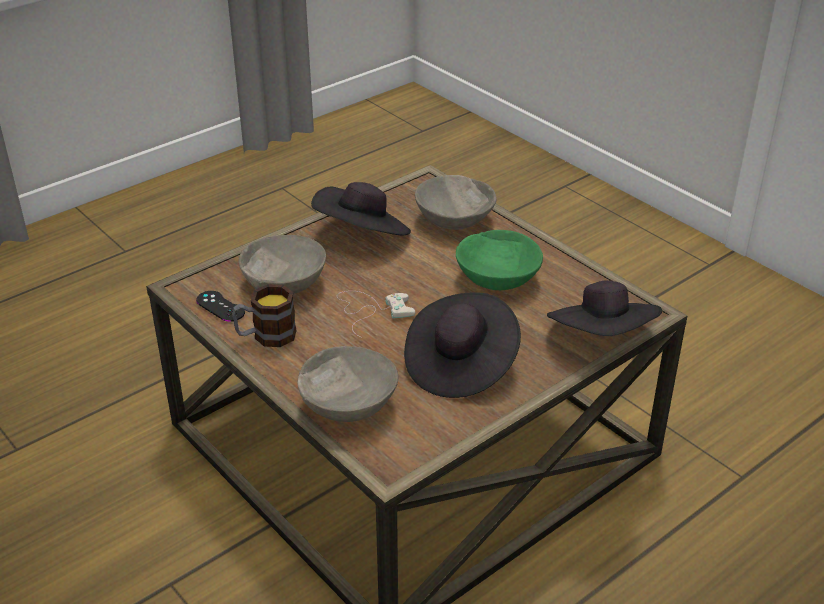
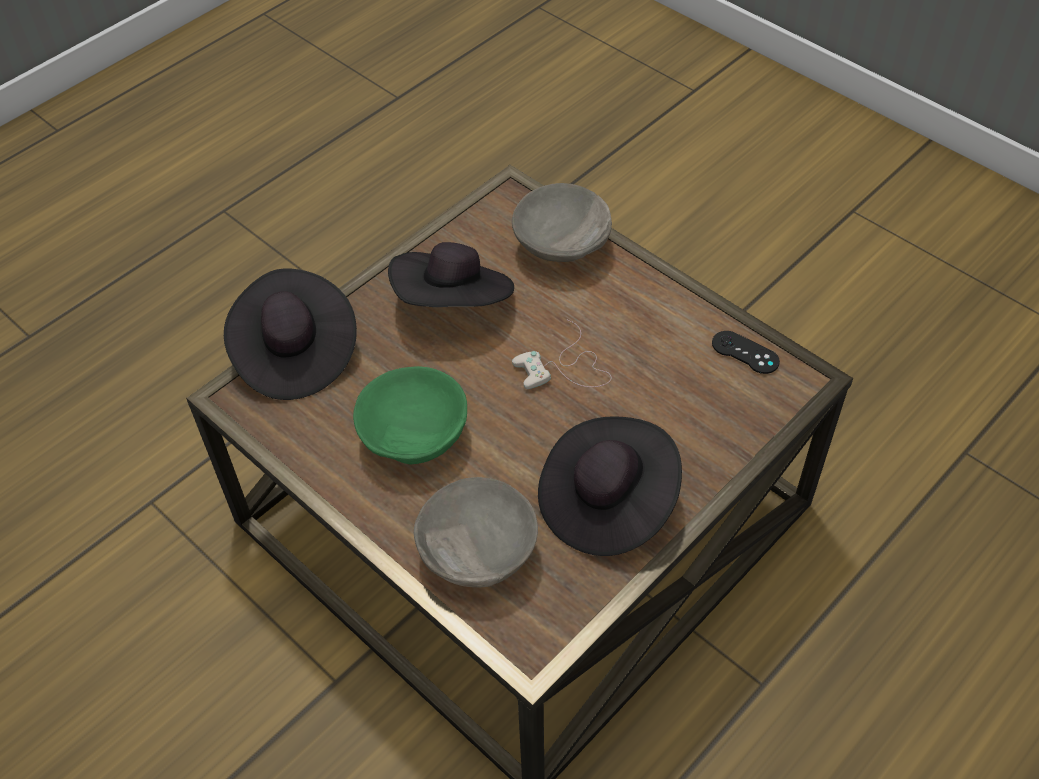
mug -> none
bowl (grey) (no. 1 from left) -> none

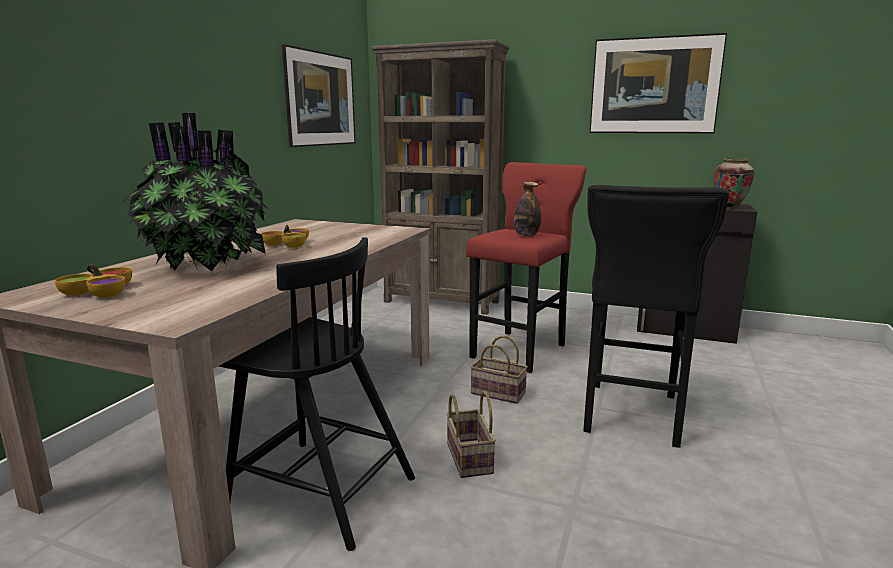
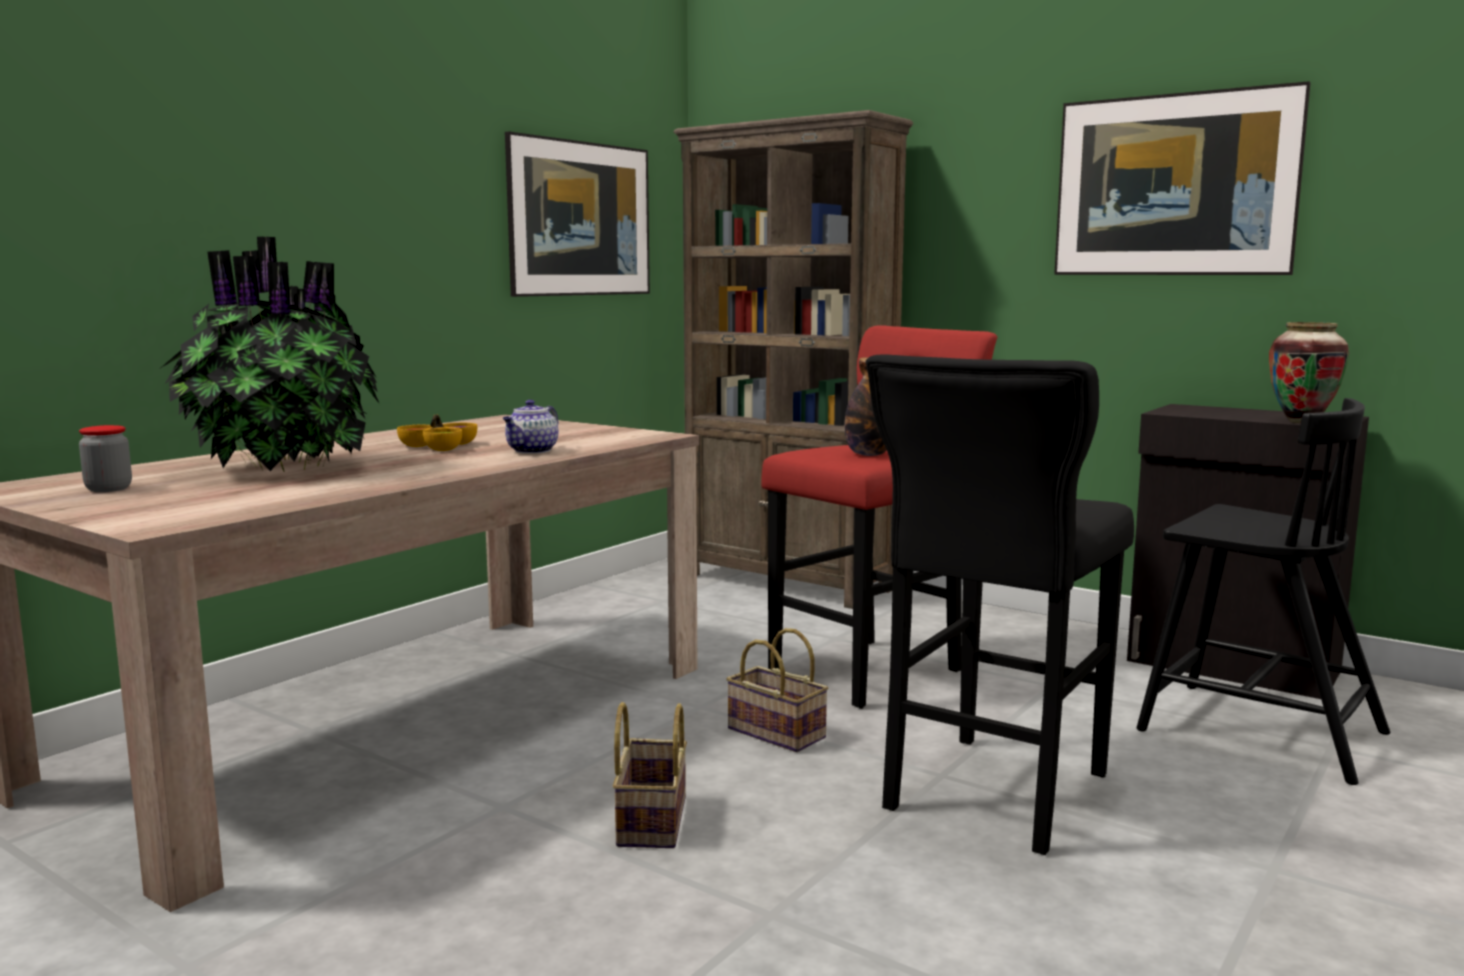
bowl (no. 1 from left) -> jar
none -> teapot
chair (black), relocated

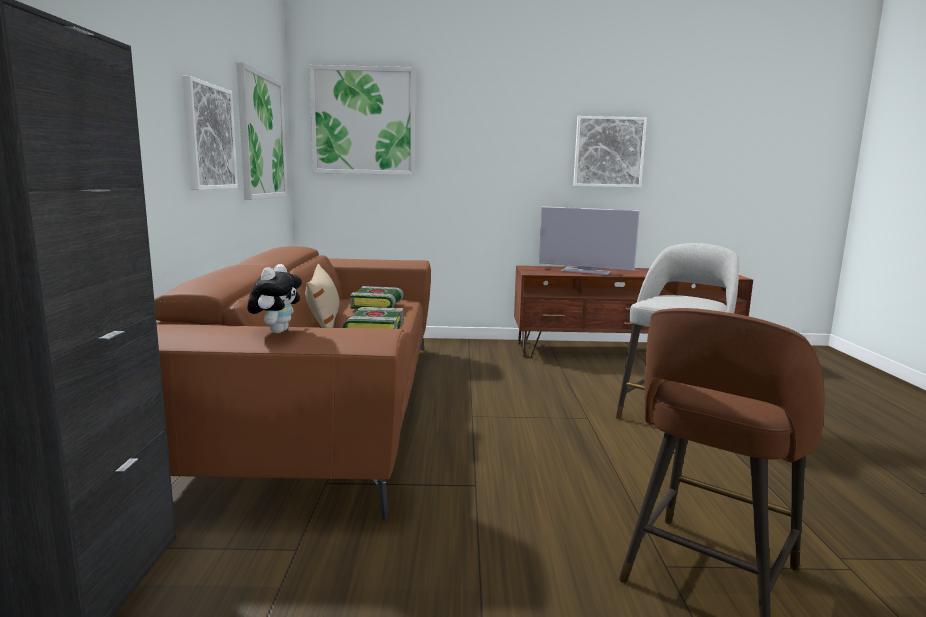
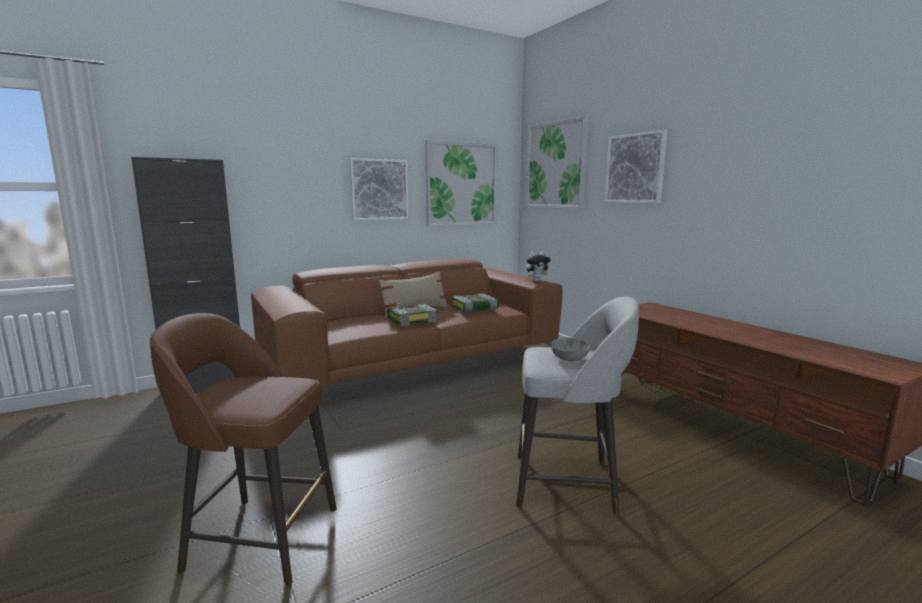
plush toy, relocated
none -> bowl (grey)
picture (no. 4 from left), relocated
television -> none

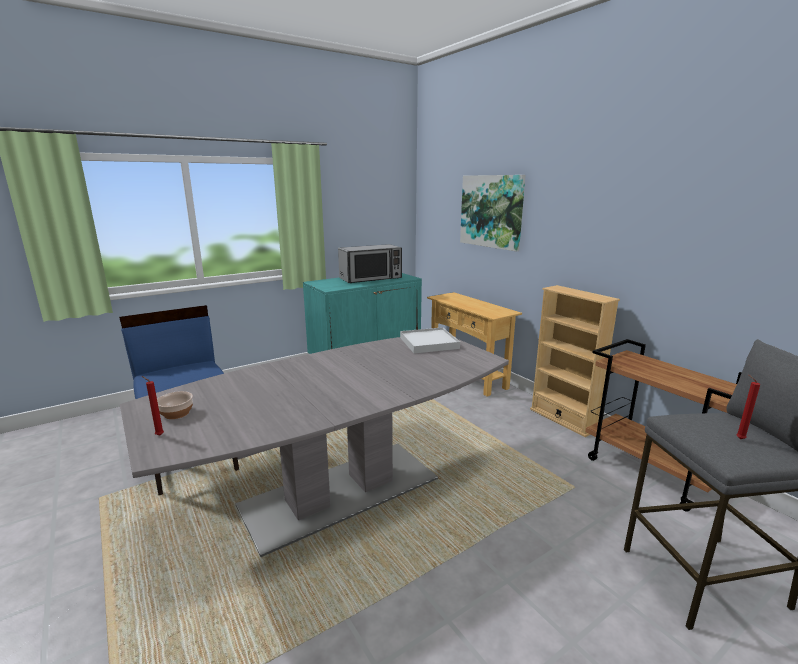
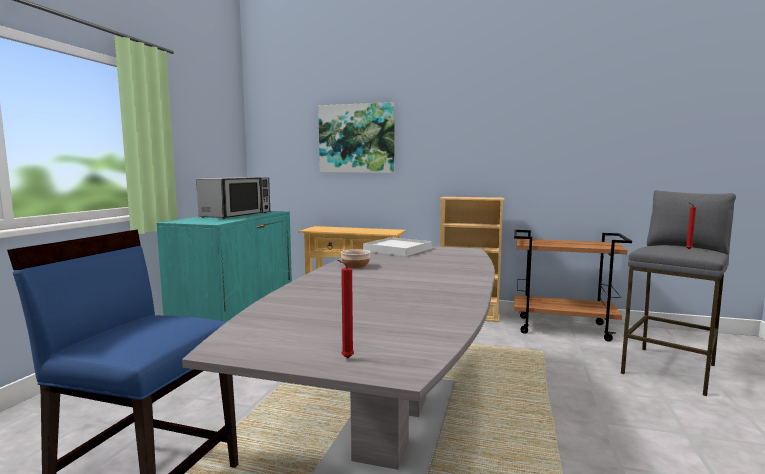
bowl, relocated

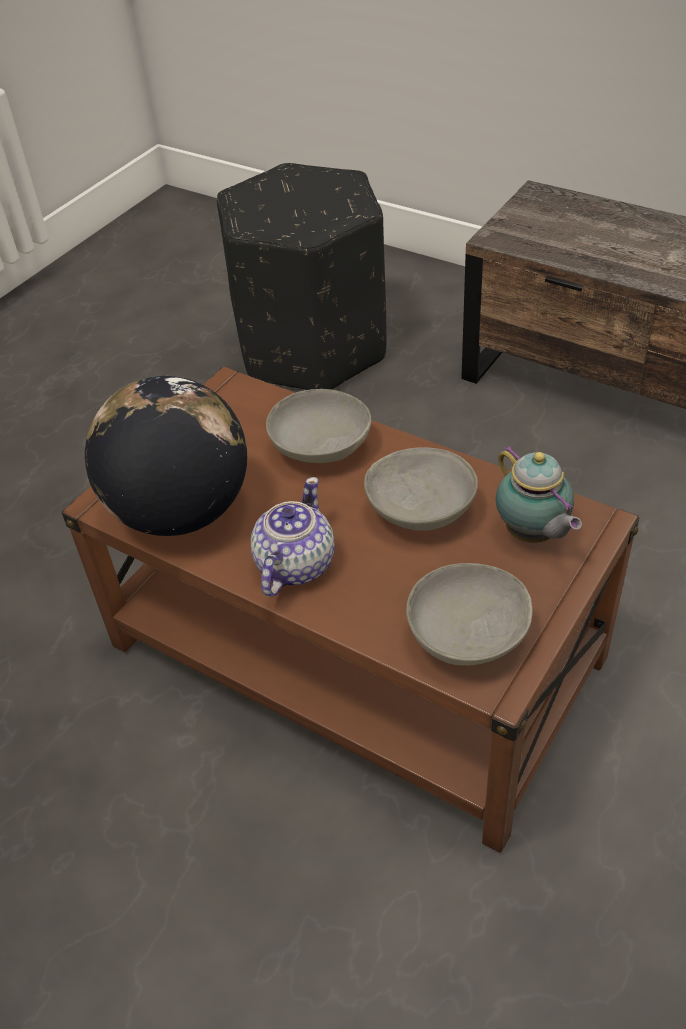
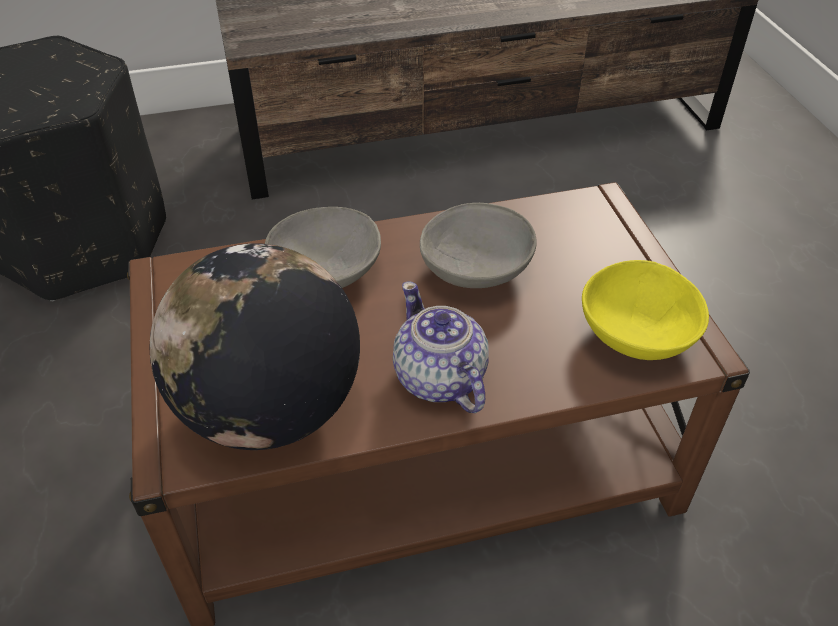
bowl (grey) (no. 3 from left) -> bowl (yellow)
teapot (no. 2 from left) -> none

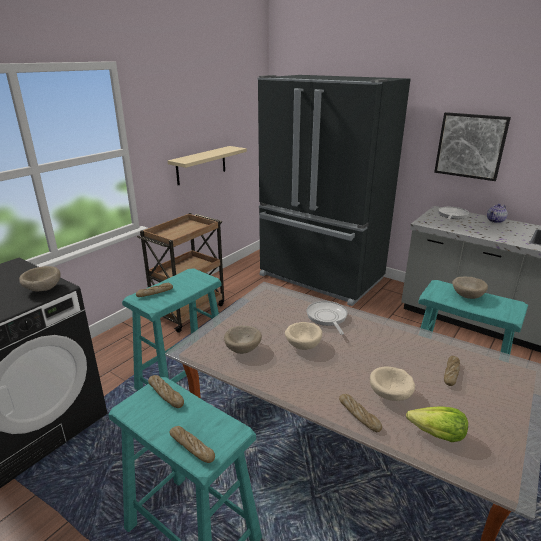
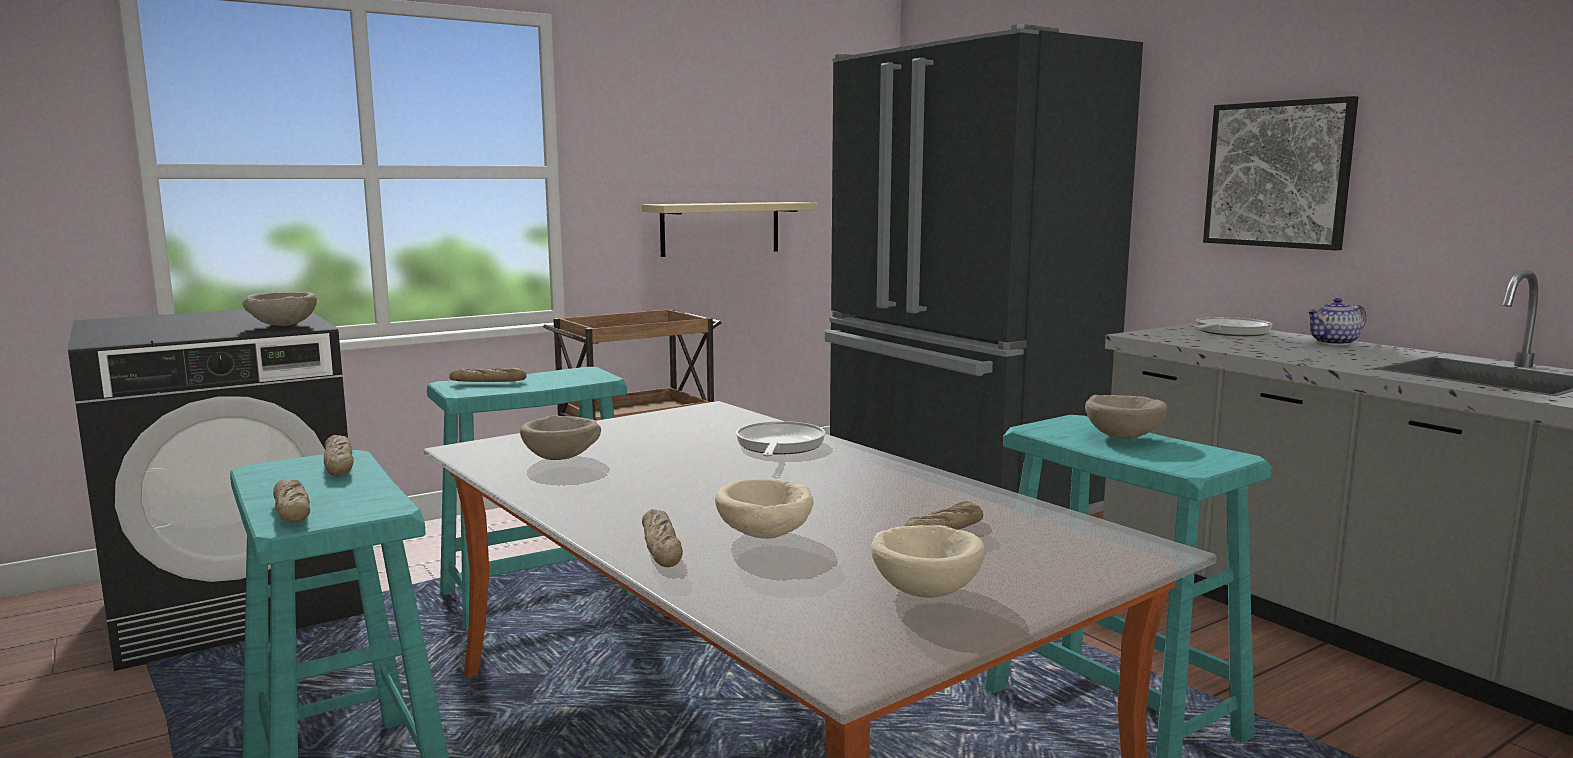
bowl (beige) (no. 3 from left in the first image) -> bowl (beige) (no. 4 from left), relocated
lettuce -> none

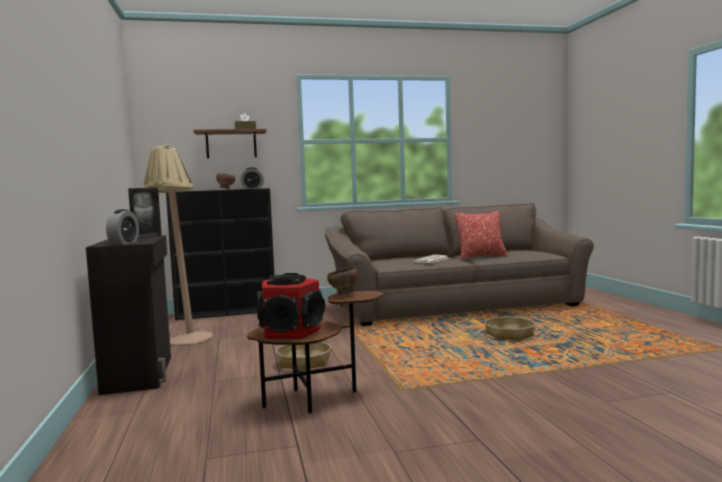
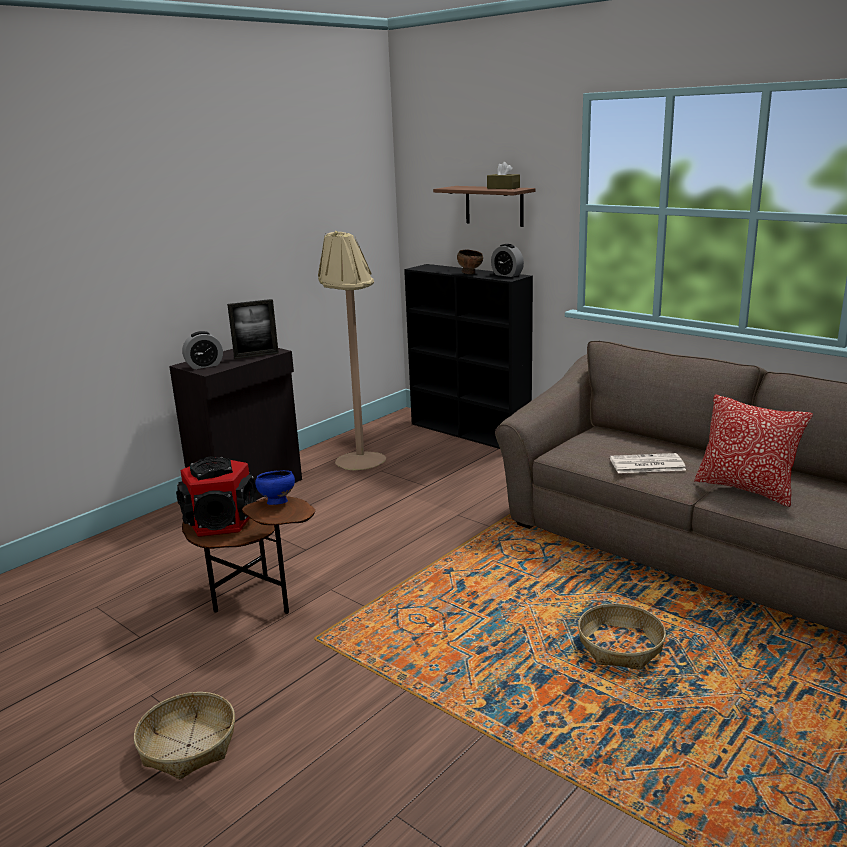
basket (no. 1 from left), relocated
bowl (brown) (no. 2 from left) -> bowl (blue)

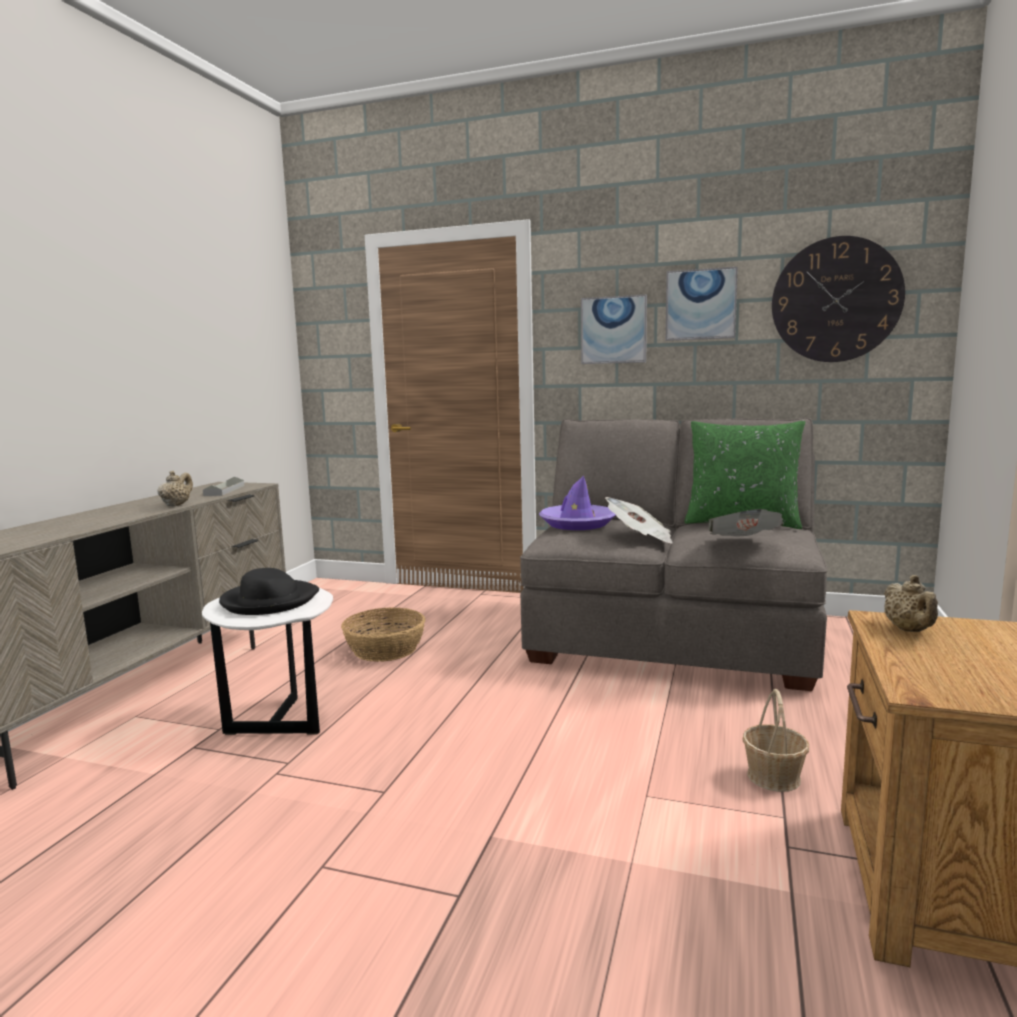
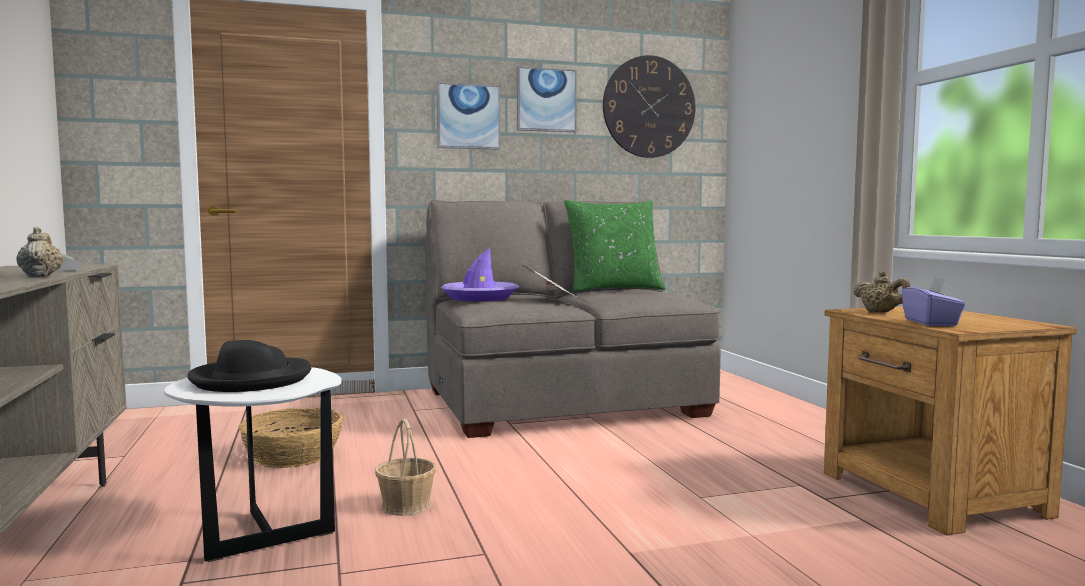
basket (no. 2 from left), relocated
none -> tissue box (purple)
newspaper (no. 2 from left) -> none

